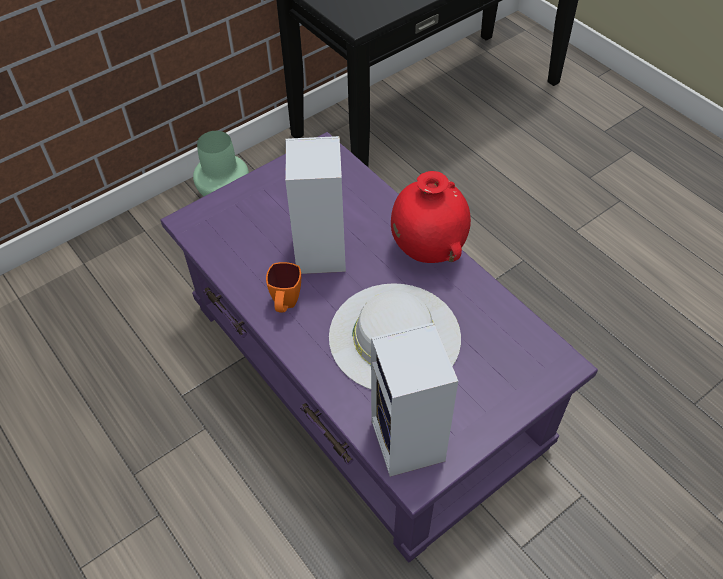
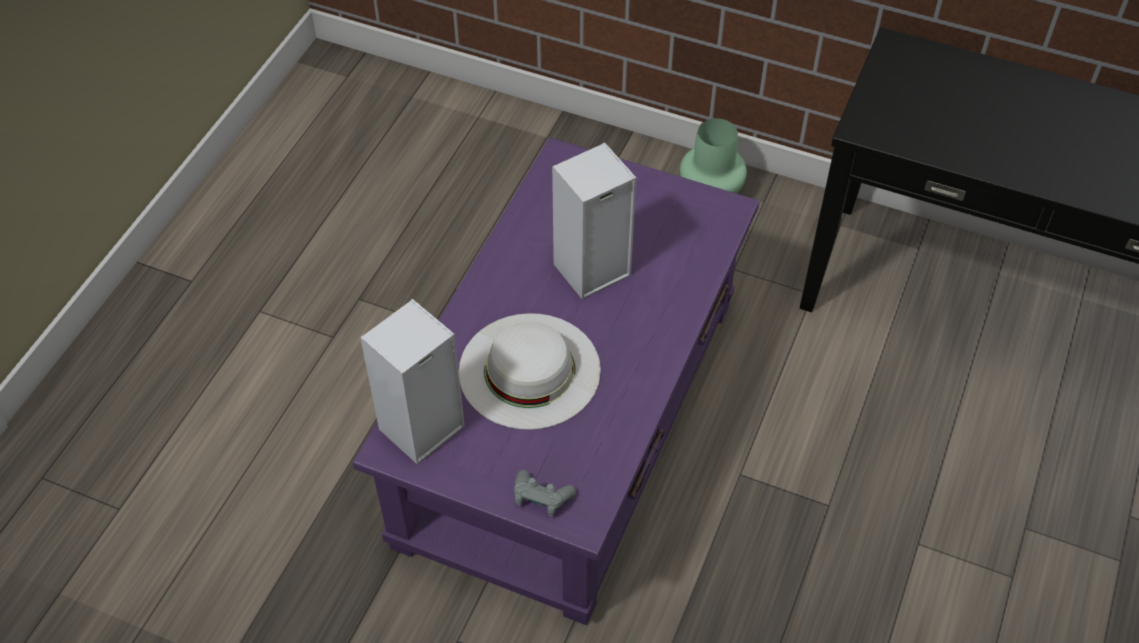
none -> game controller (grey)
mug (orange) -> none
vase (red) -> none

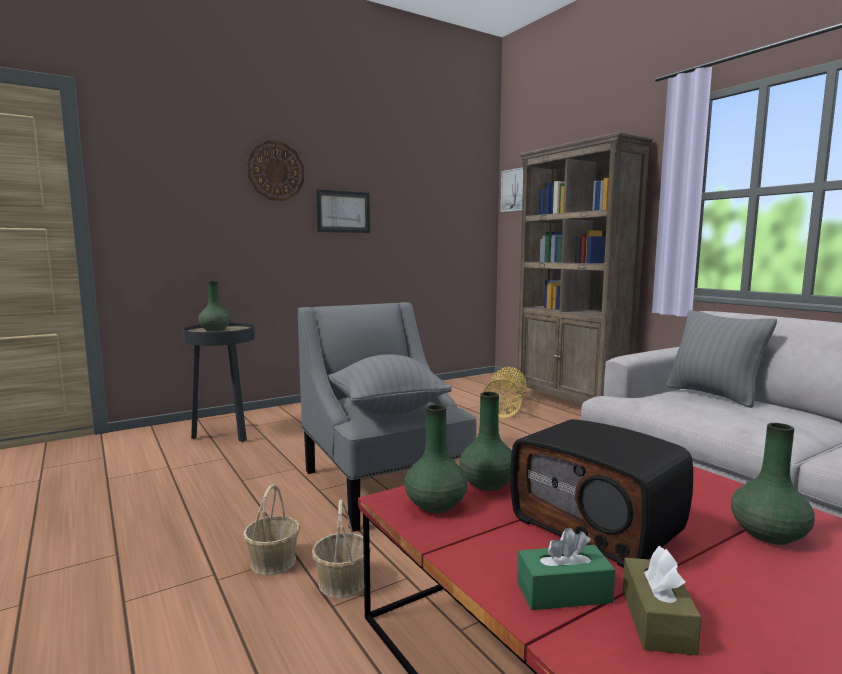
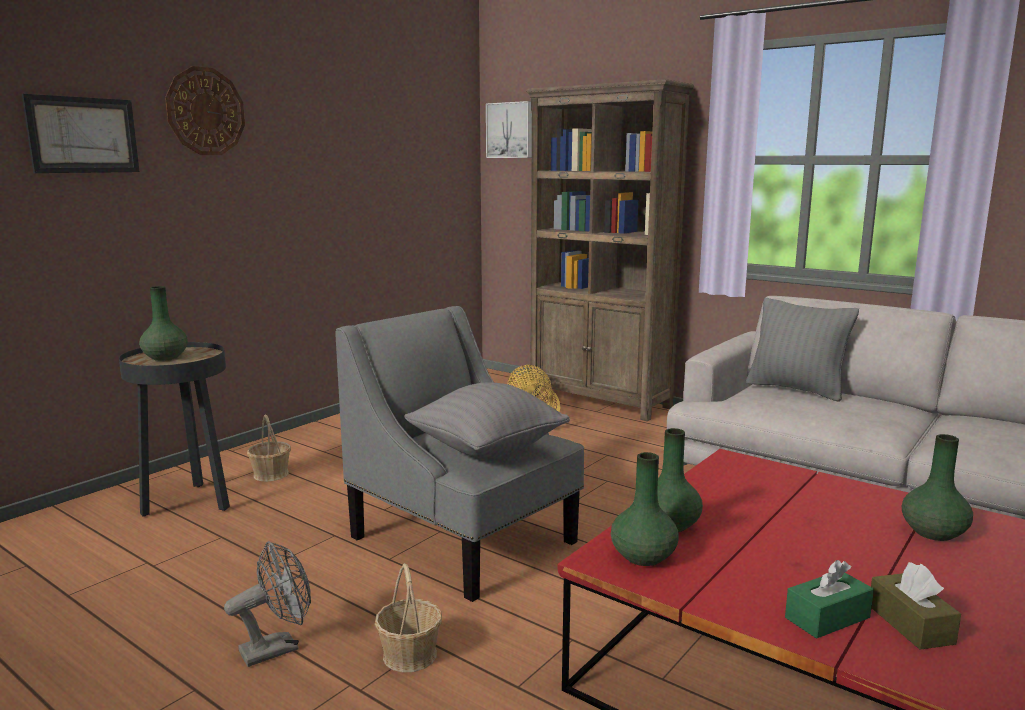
picture (no. 1 from left), relocated
none -> fan (grey)
basket (no. 2 from left in the first image) -> basket (no. 1 from left), relocated
radio -> none

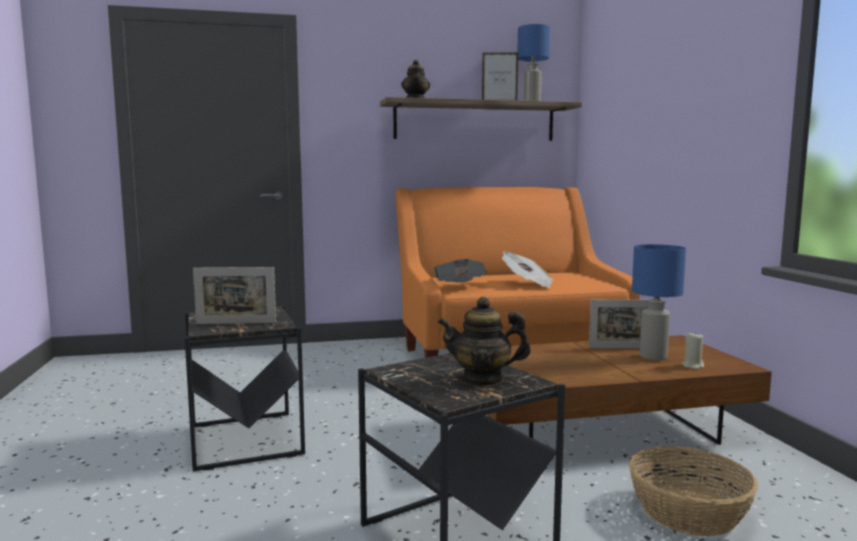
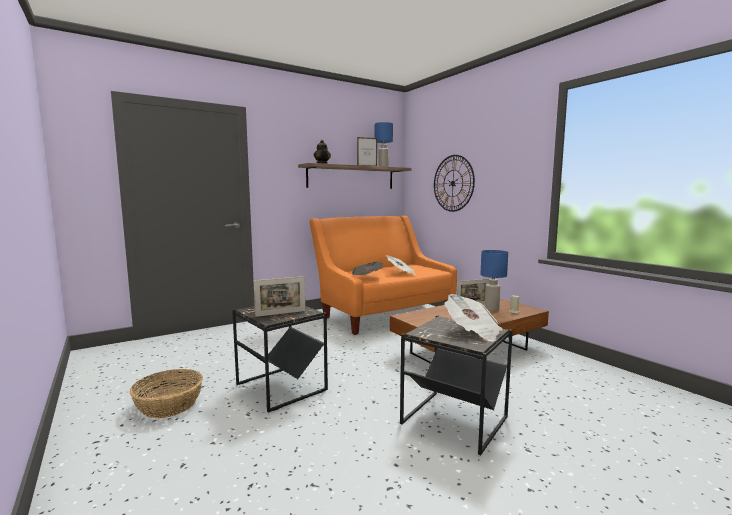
basket, relocated
none -> wall clock
teapot (no. 2 from left) -> newspaper (no. 3 from left)

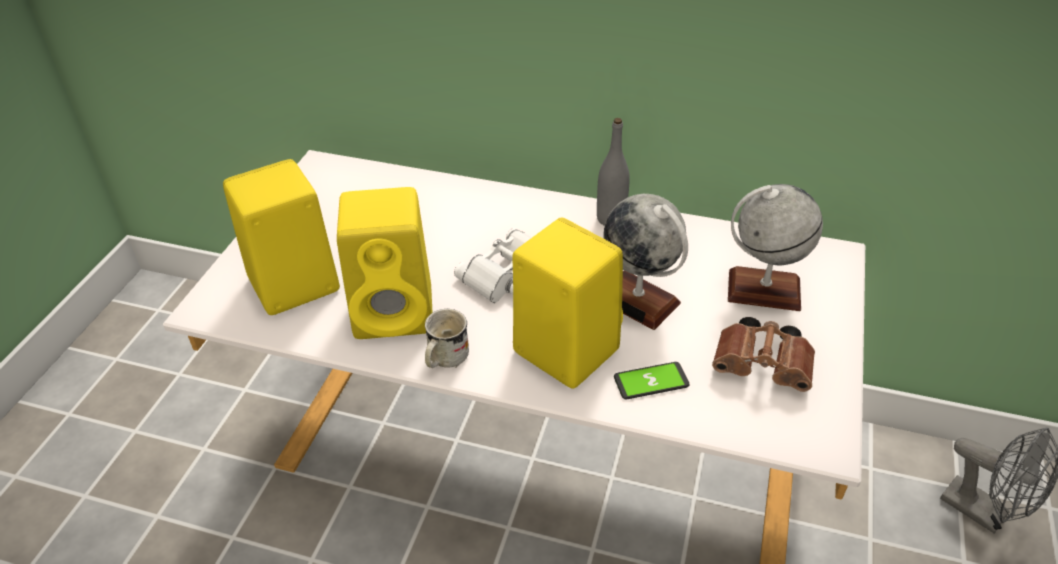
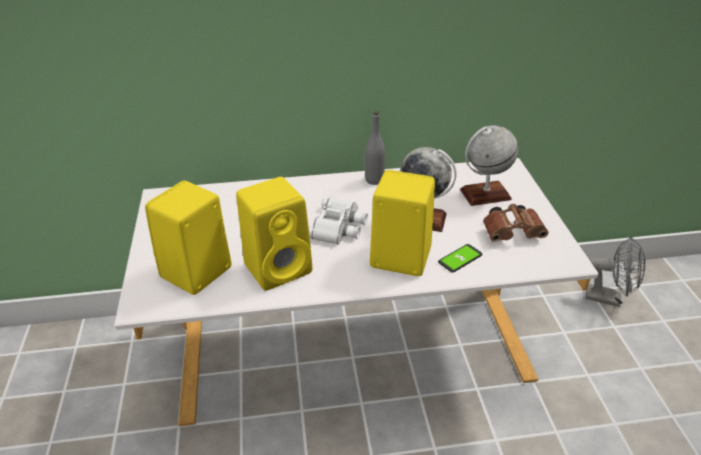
mug (white) -> none

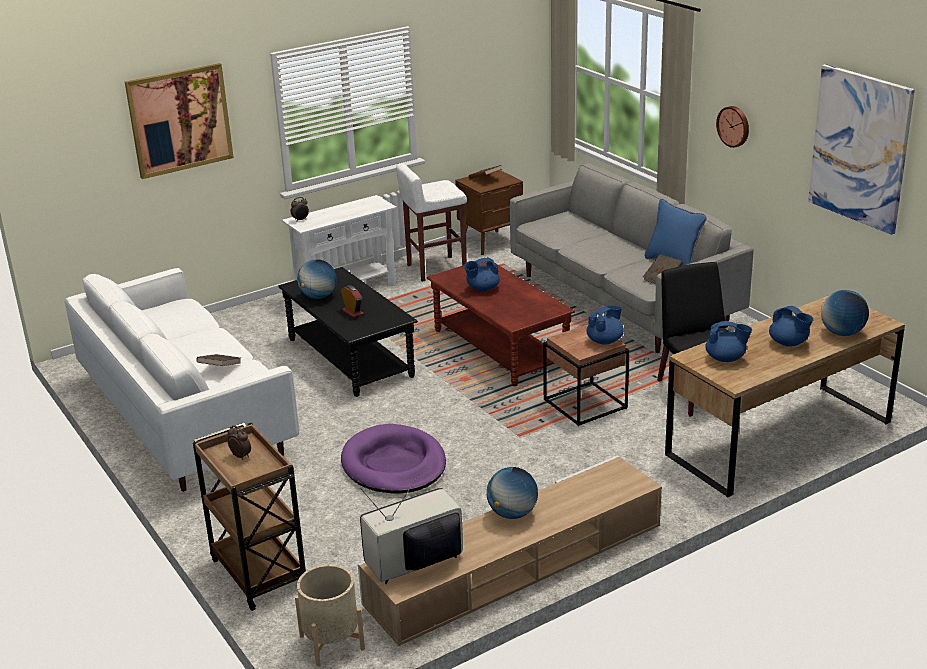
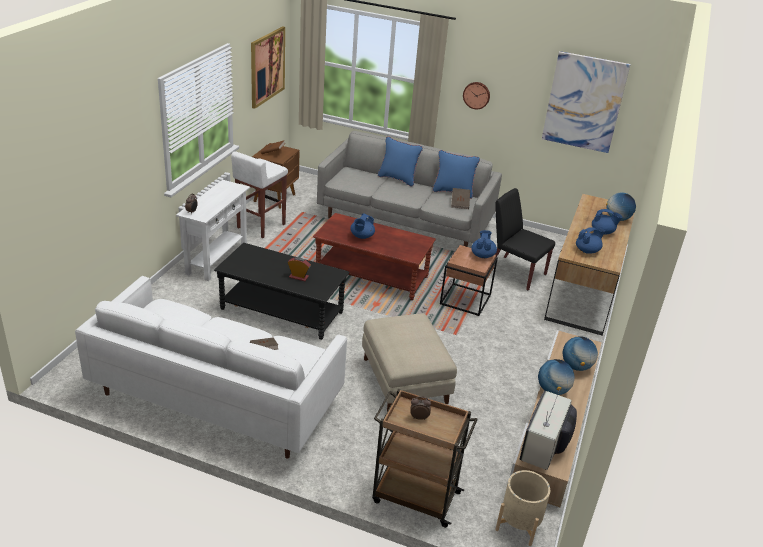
picture (no. 1 from left), relocated
dog bed (purple) -> ottoman (beige)
none -> pillow (blue) (no. 1 from left)
globe (no. 1 from left in the first image) -> globe (no. 2 from left), relocated

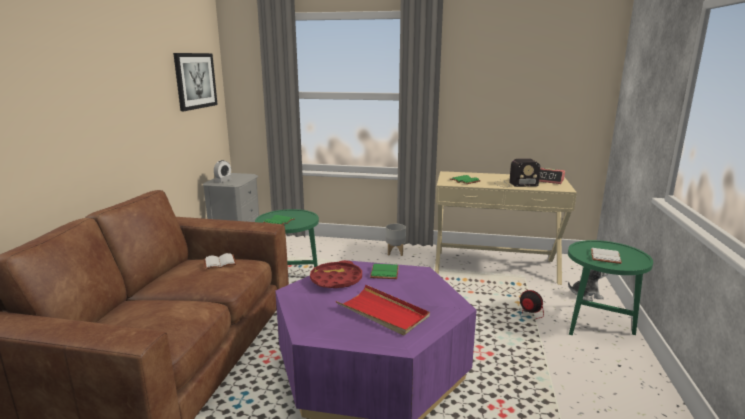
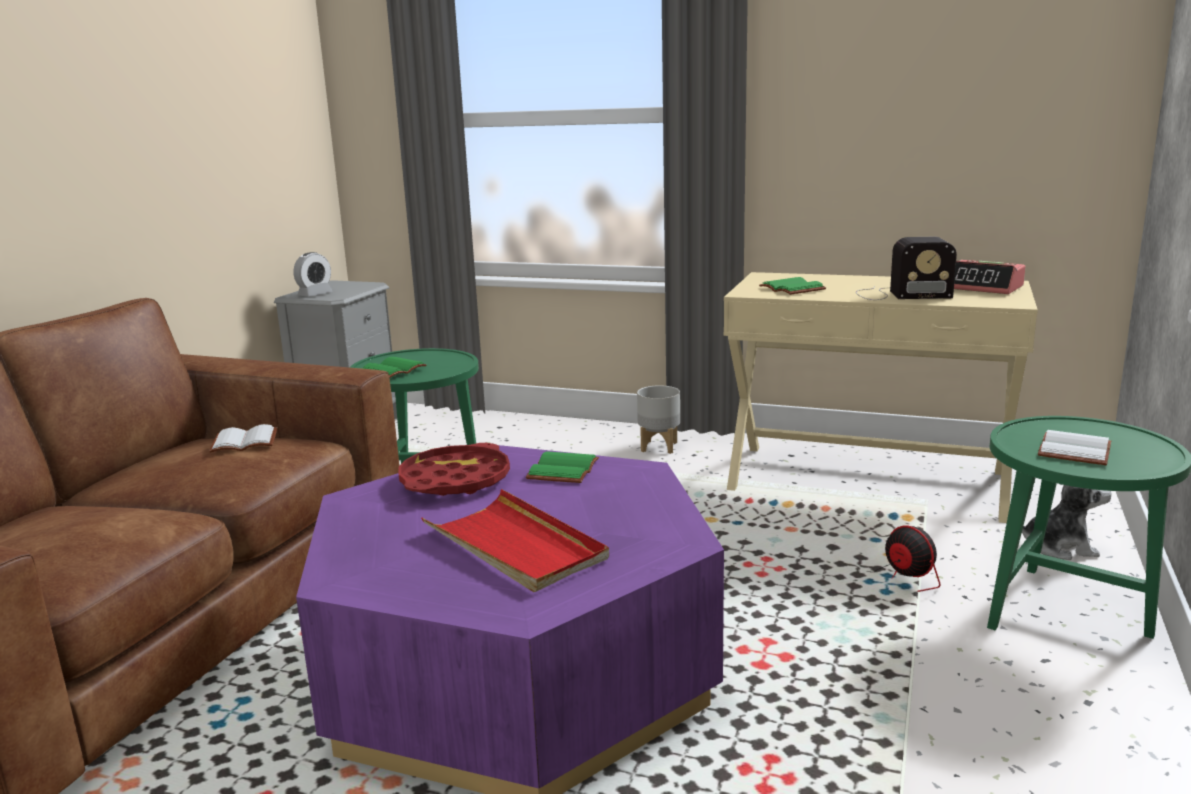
picture -> none

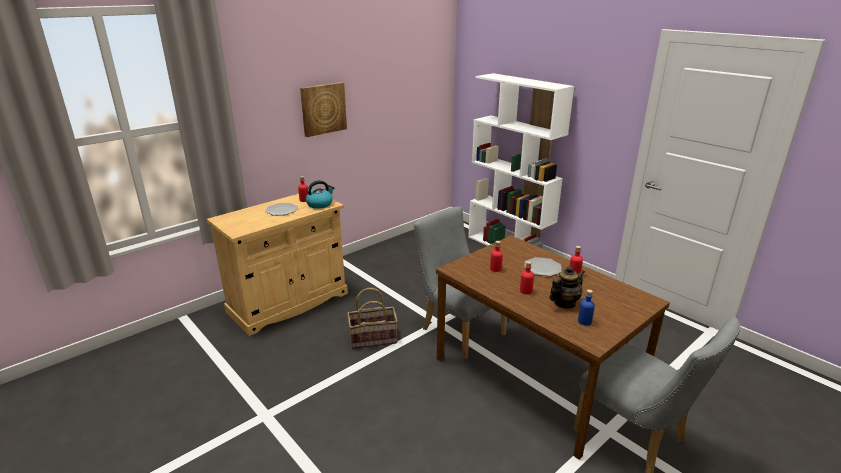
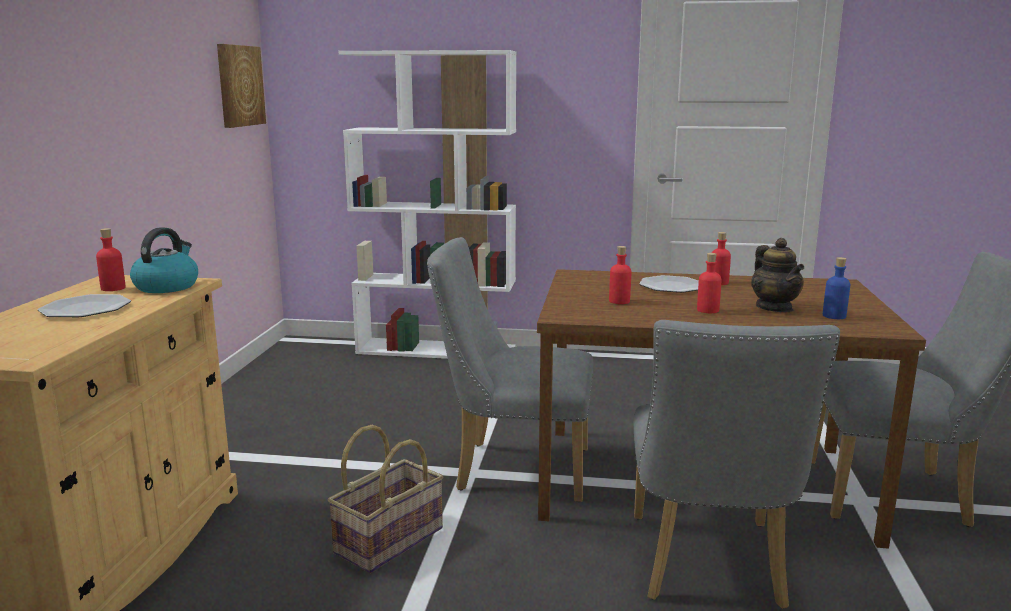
picture, relocated
none -> chair (grey) (no. 2 from left)
teapot, 150 degrees clockwise

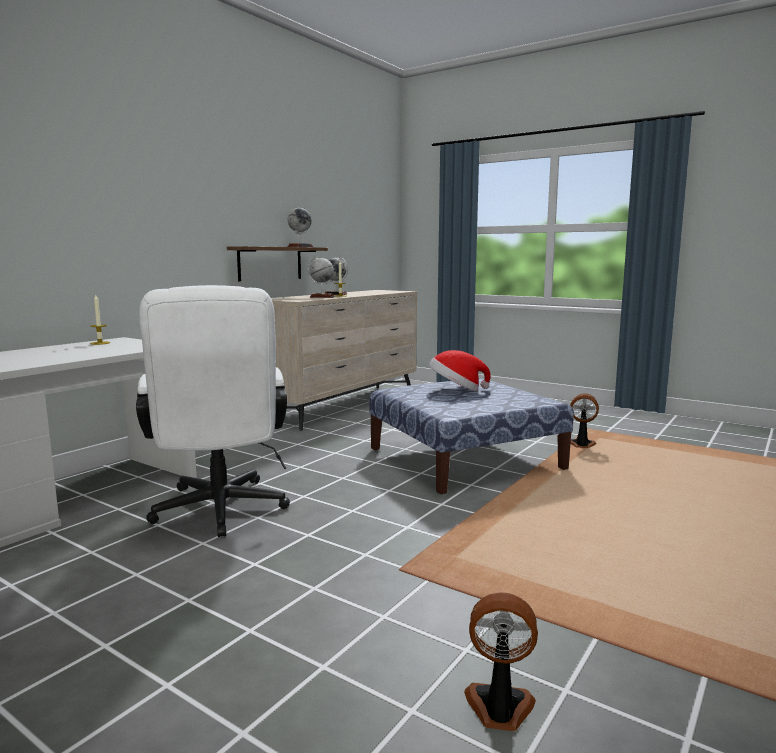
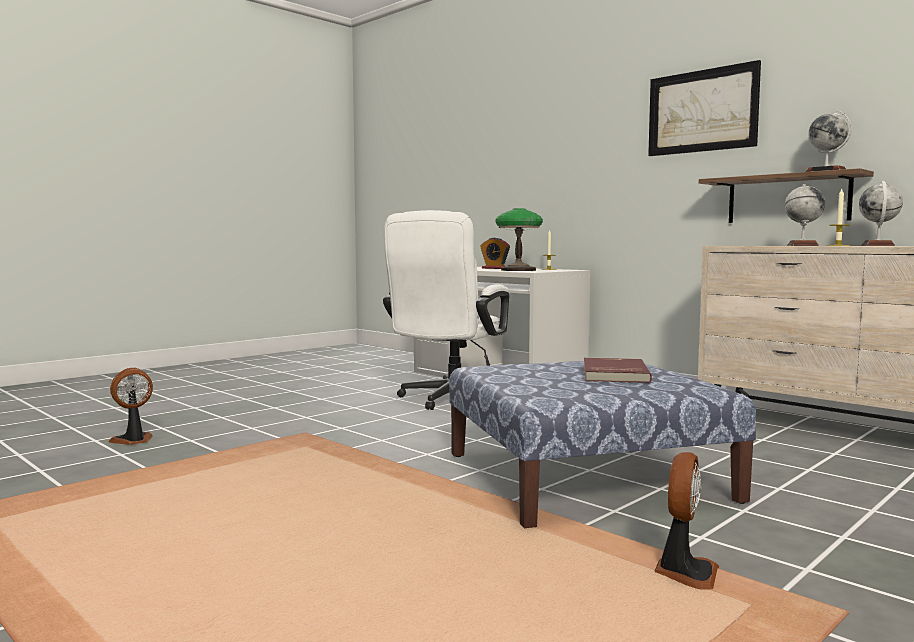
fan (no. 1 from left), 150 degrees counterclockwise
office chair (white), 60 degrees counterclockwise
none -> alarm clock
none -> table lamp
hat -> book (red)
none -> picture

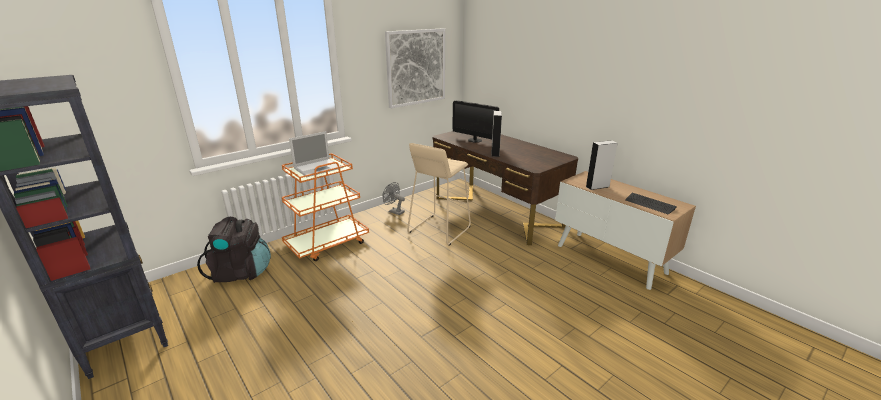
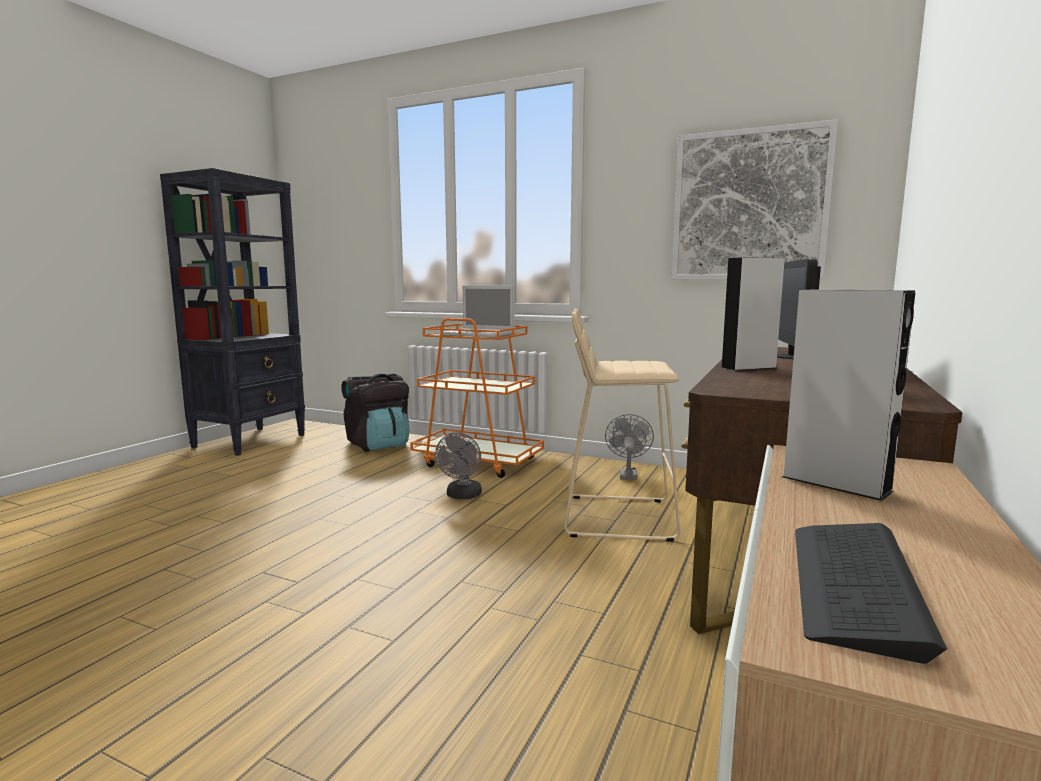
none -> fan (grey) (no. 1 from left)

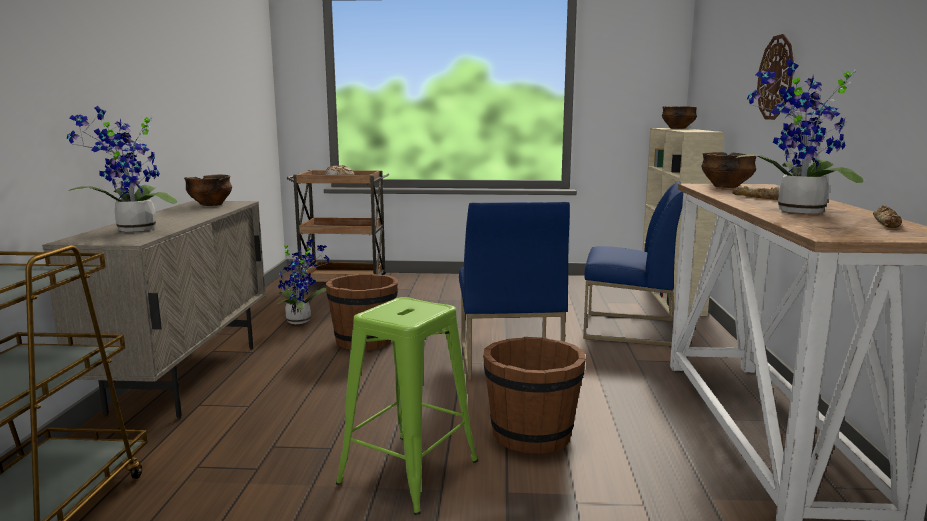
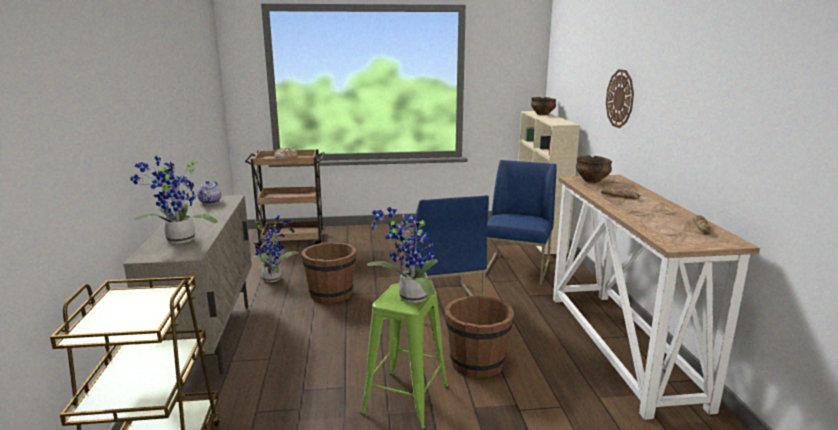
bowl (no. 1 from left) -> teapot
potted plant (no. 3 from left), relocated
chair (blue) (no. 2 from left), 75 degrees counterclockwise

